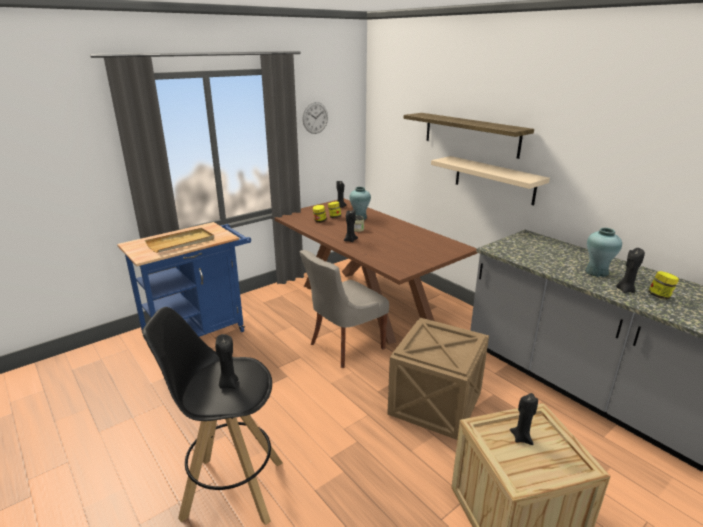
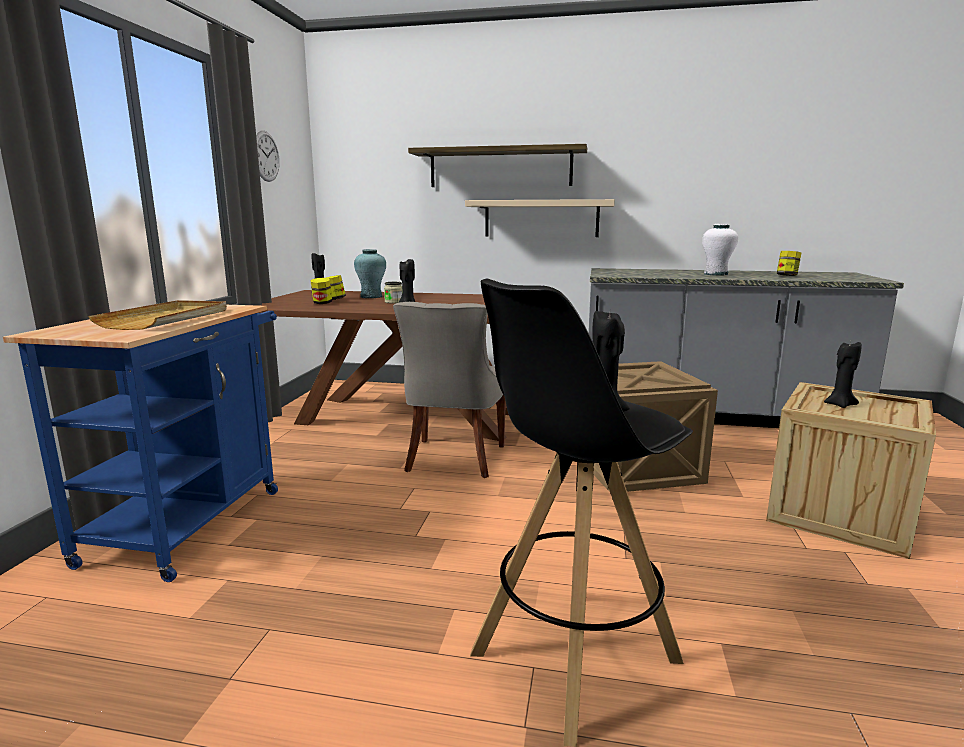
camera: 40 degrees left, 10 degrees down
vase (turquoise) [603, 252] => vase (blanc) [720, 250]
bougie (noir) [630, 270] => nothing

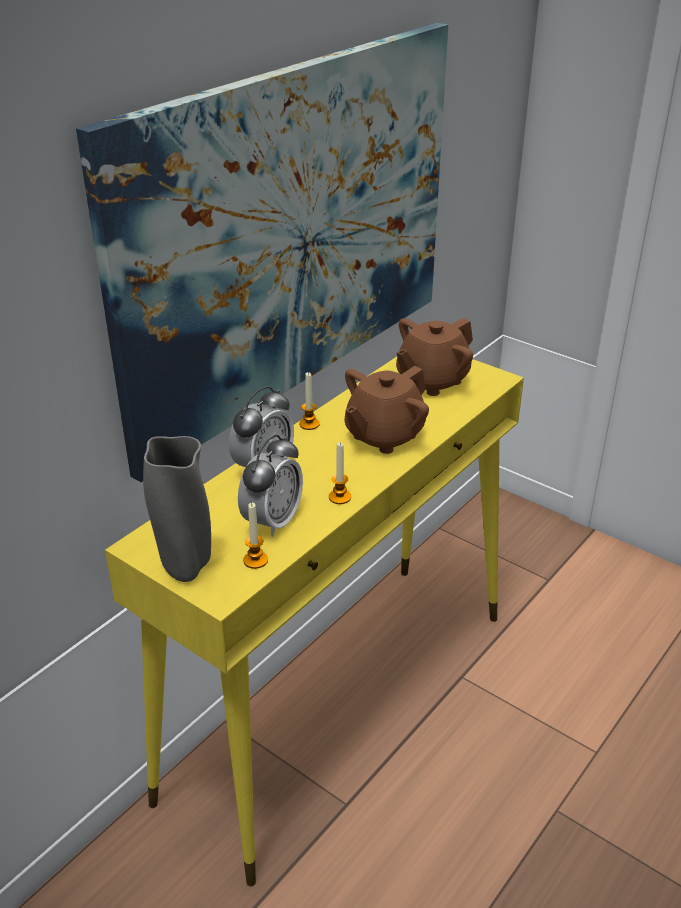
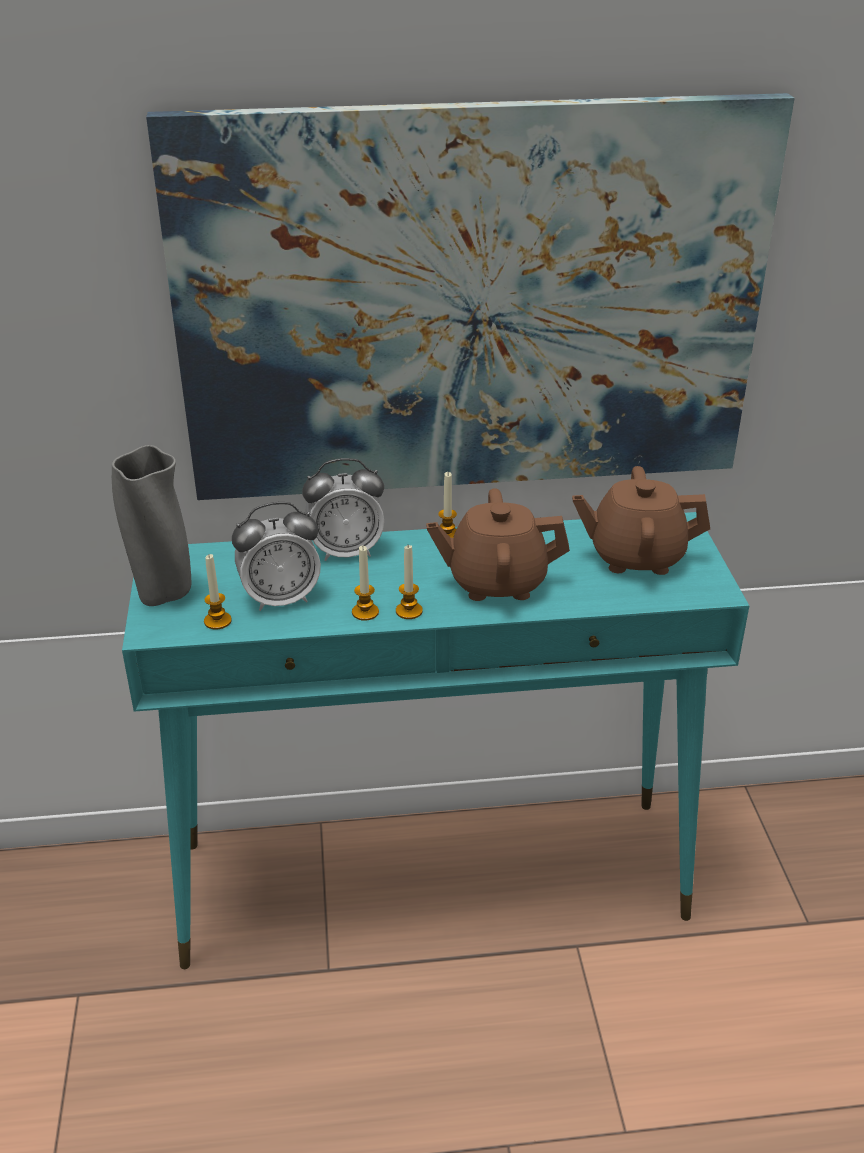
camera: 45 degrees right, 0 degrees up
table console (jaune) [314, 621] => table console (turquoise) [435, 740]
nothing => bougie [409, 582]

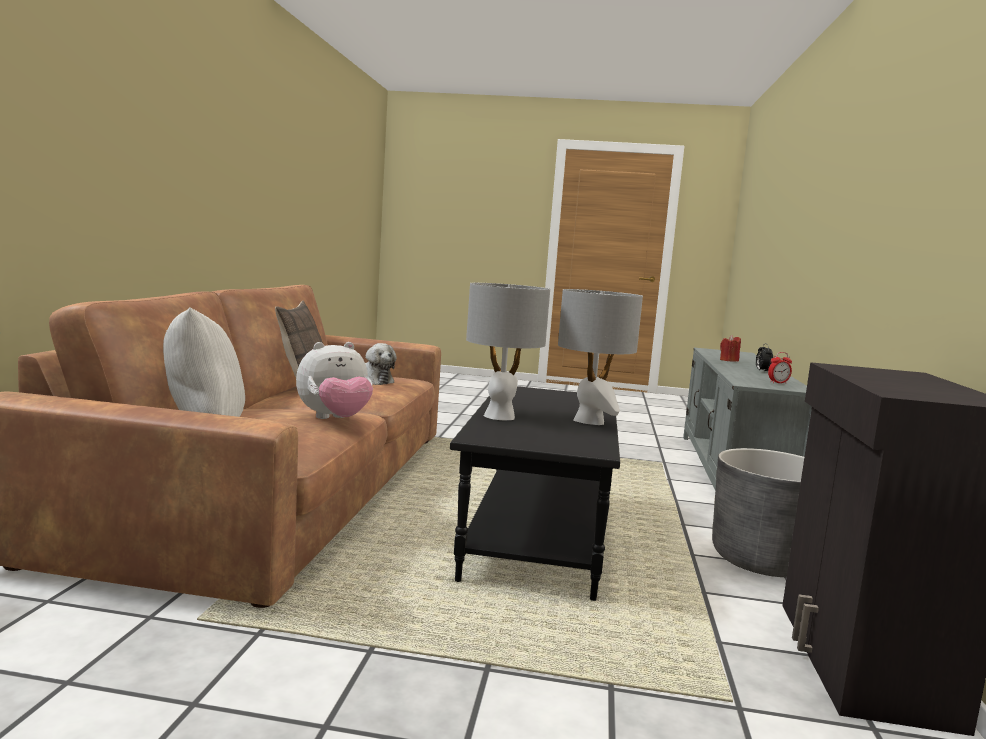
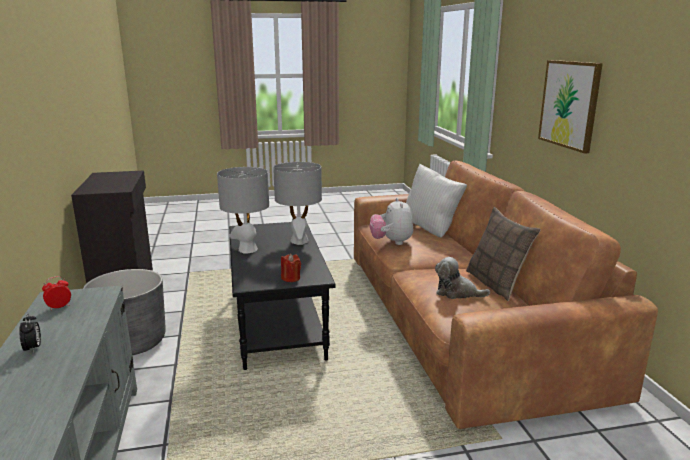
camera: 160 degrees right, 10 degrees up
bougie (rouge) [730, 348] => bougie (rouge) [291, 268], moved
peluche [334, 380] => peluche [391, 221], 45 degrees counterclockwise
nothing => tableau [570, 107]

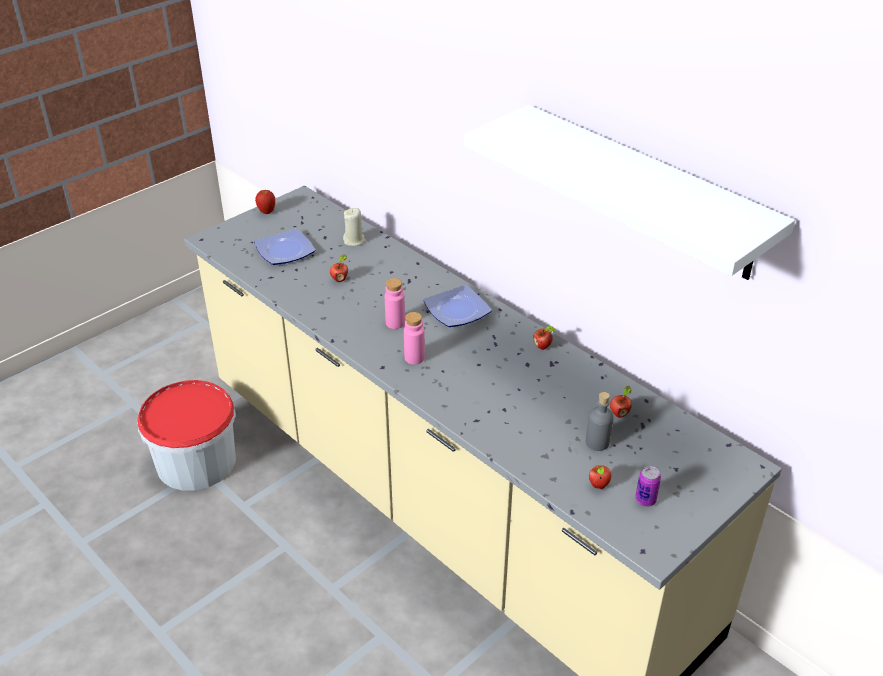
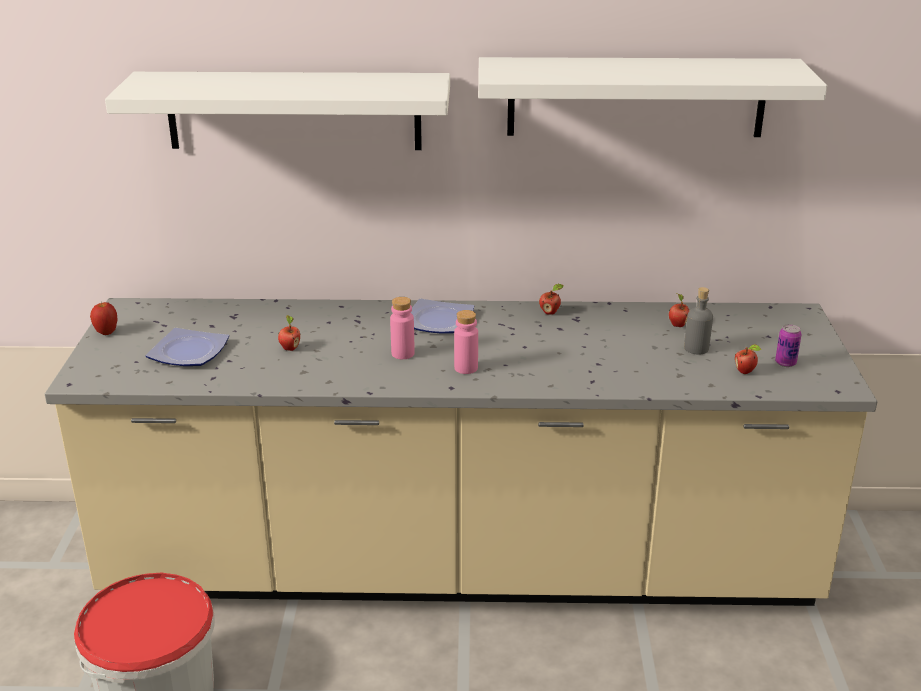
camera: 45 degrees left, 10 degrees down
nothing => étagère (blanc) [277, 111]
bougie (beige) [354, 227] => nothing

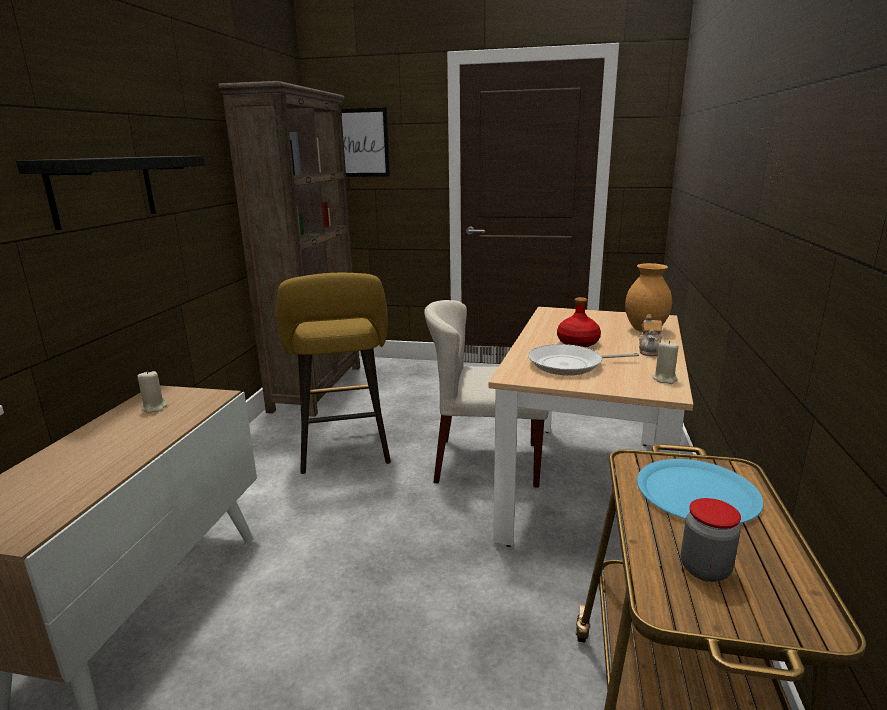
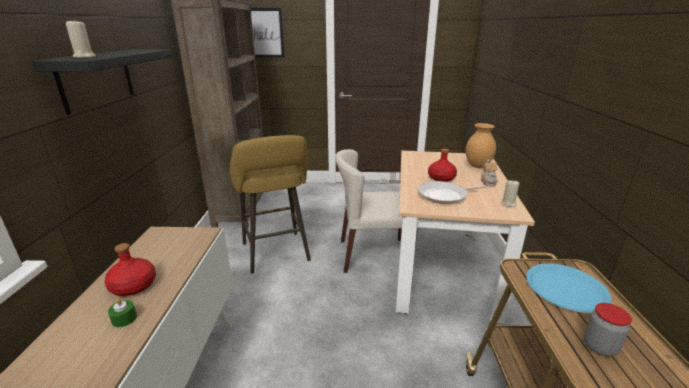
camera: 10 degrees left, 5 degrees up
bougie (beige) [152, 391] => bougie (beige) [81, 38], moved
nothing => bouteille (rouge) [130, 269]
nothing => bougie (vert) [122, 312]

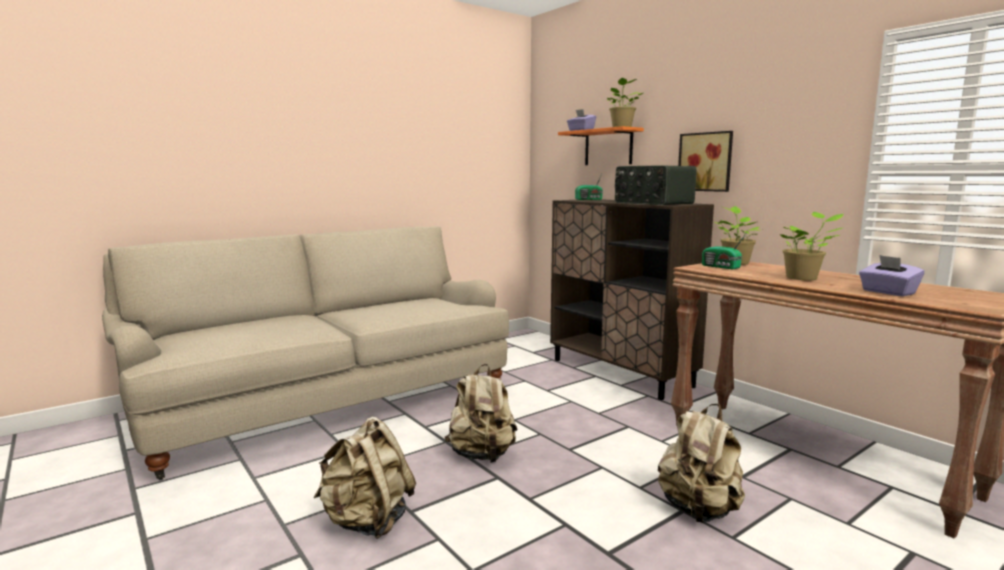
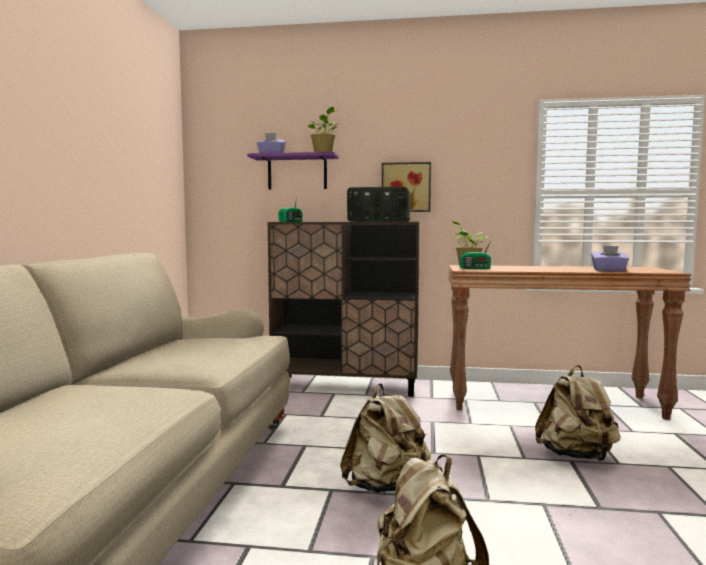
camera: 45 degrees left, 5 degrees down
étagère (orange) [601, 145] => étagère (violet) [293, 171]
plante en pot [812, 246] => nothing

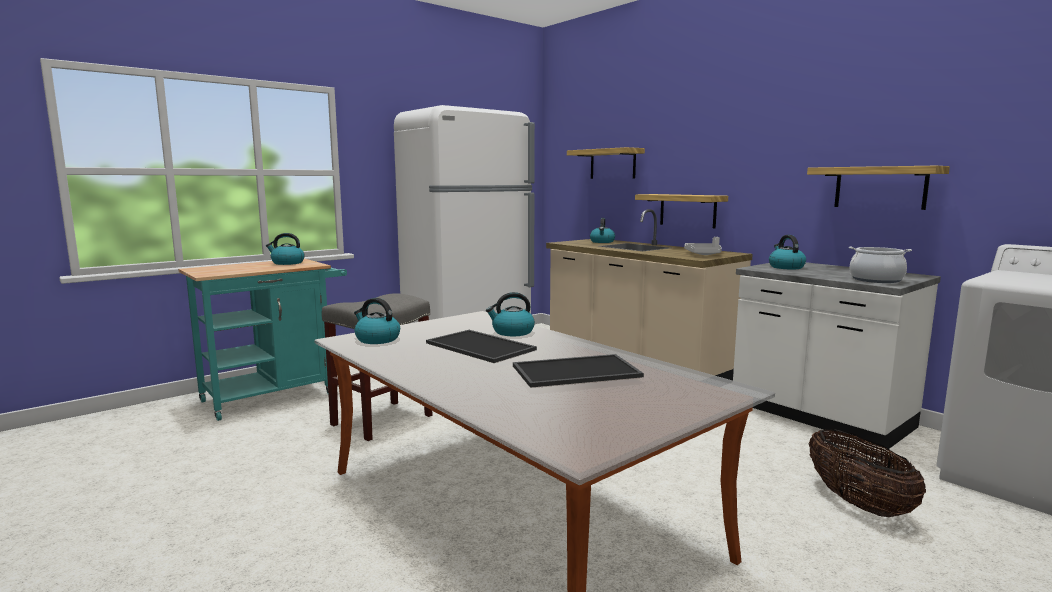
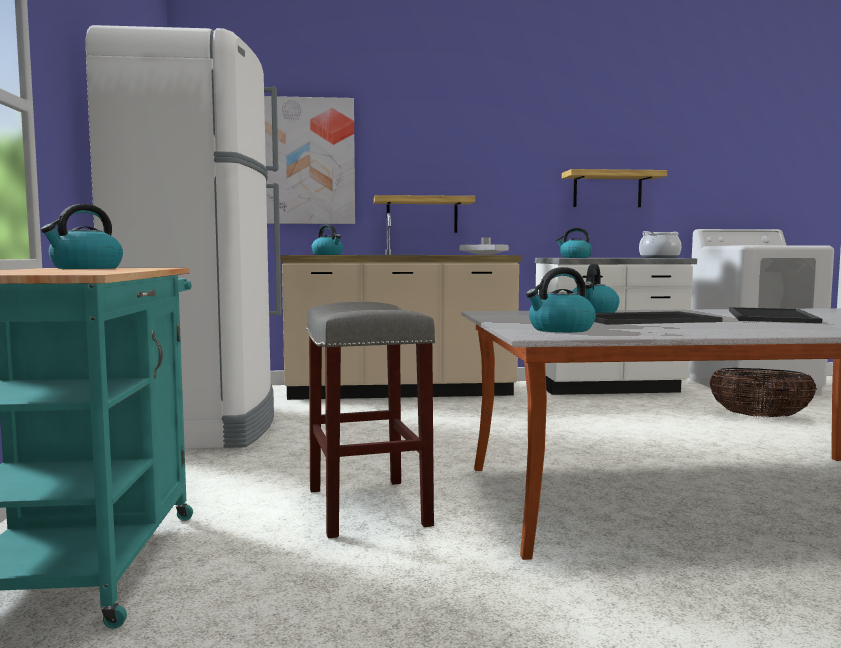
camera: 55 degrees left, 5 degrees down
étagère [606, 163] => tableau [309, 160]

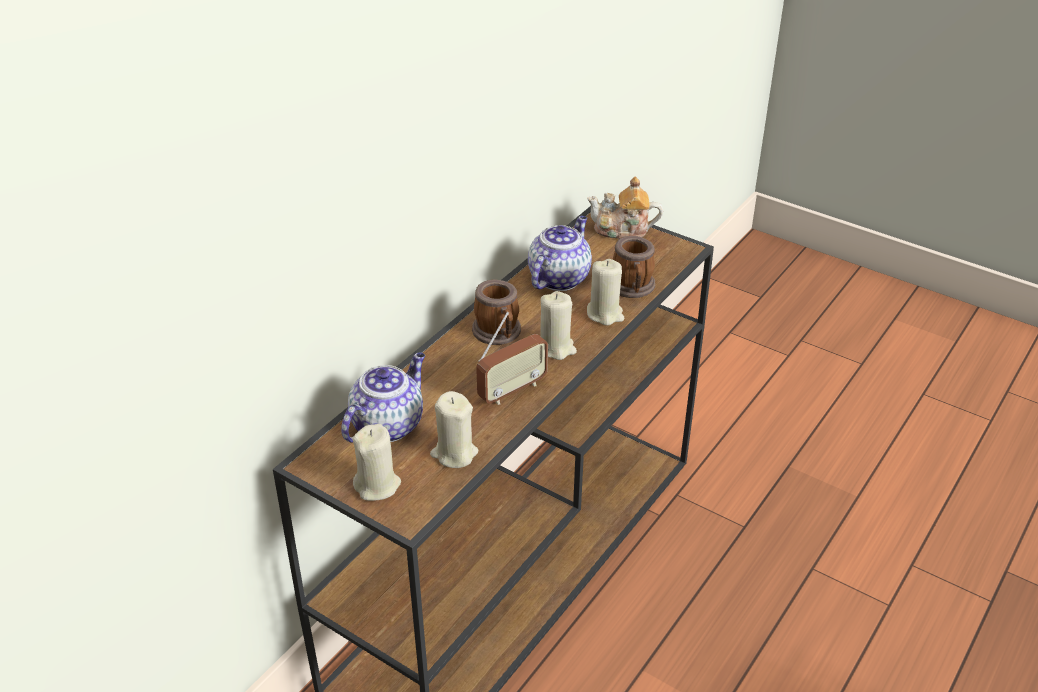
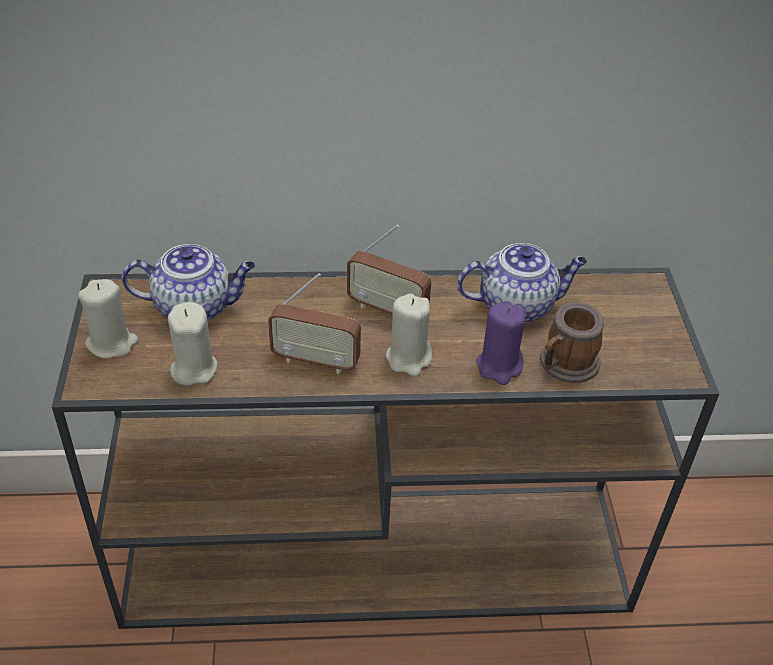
camera: 50 degrees right, 5 degrees up
mug [496, 312] => radio [389, 270]
bougie (beige) [605, 292] => bougie (violet) [500, 343]
théière [625, 208] => nothing

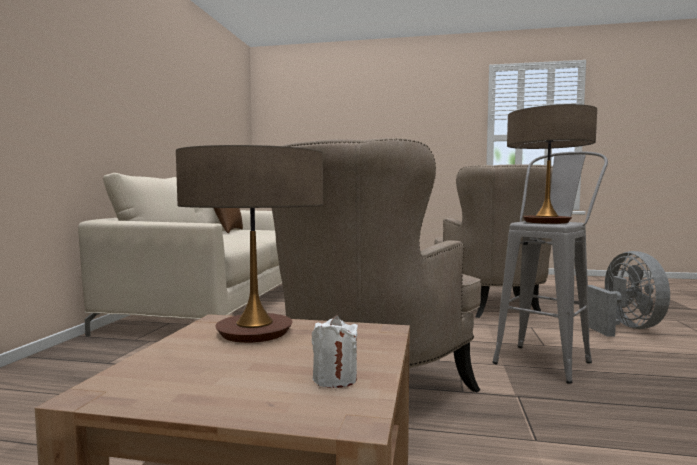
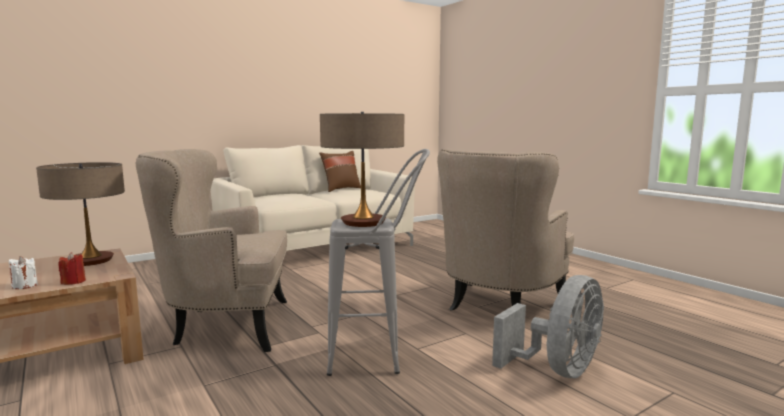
camera: 45 degrees right, 5 degrees up
nothing => bougie (rouge) [72, 268]

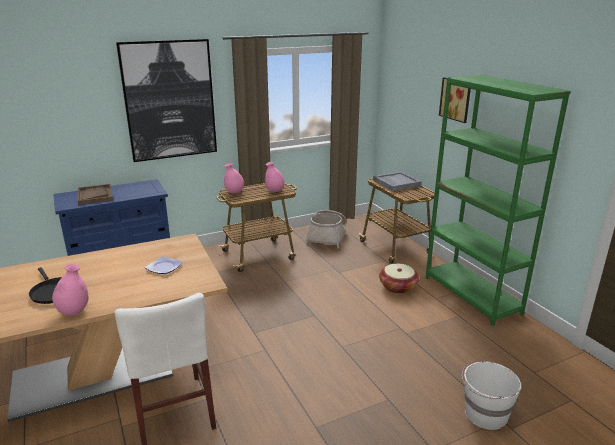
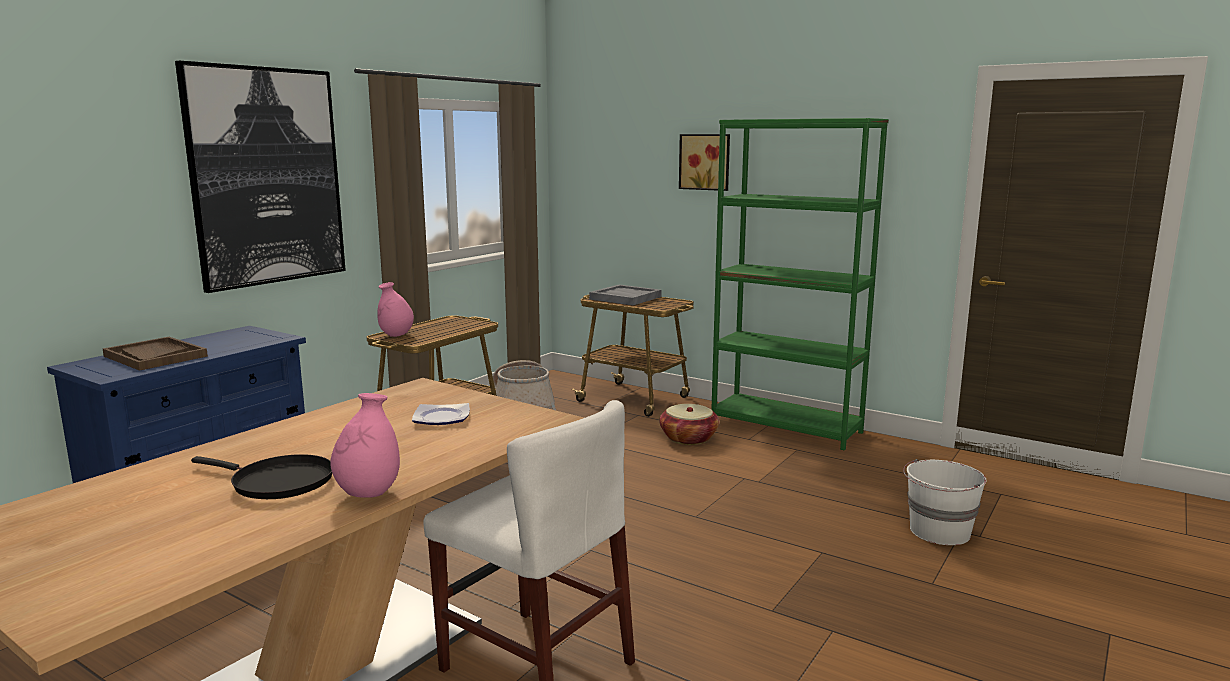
camera: 30 degrees left, 10 degrees down
vase (rose) [275, 177] => nothing

